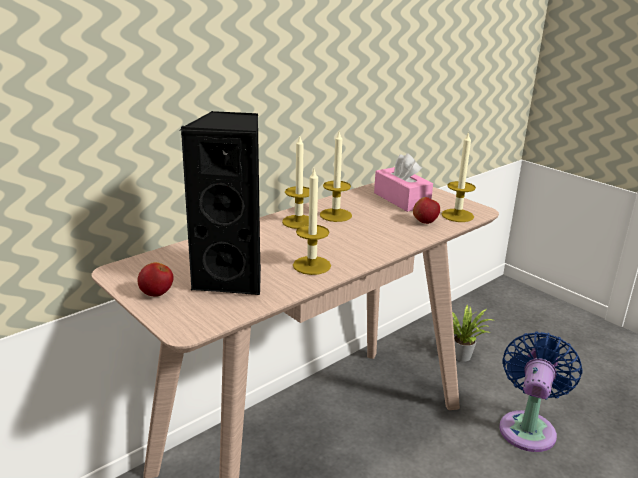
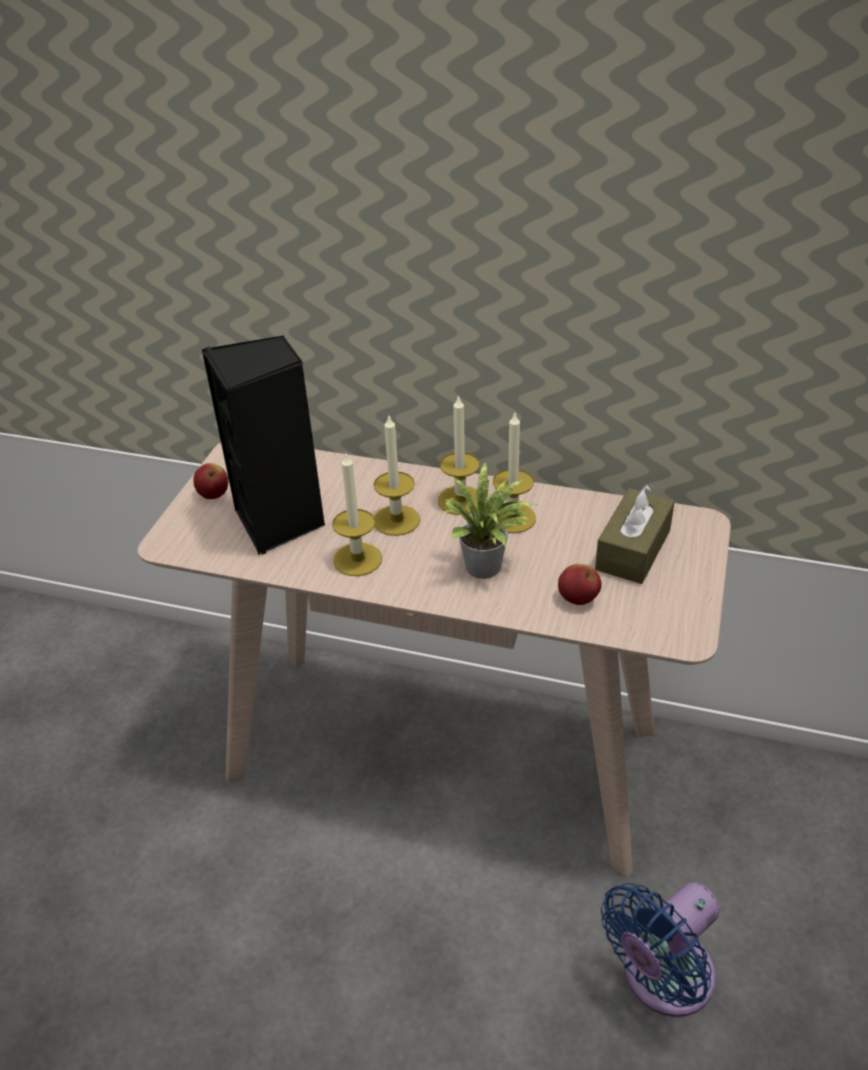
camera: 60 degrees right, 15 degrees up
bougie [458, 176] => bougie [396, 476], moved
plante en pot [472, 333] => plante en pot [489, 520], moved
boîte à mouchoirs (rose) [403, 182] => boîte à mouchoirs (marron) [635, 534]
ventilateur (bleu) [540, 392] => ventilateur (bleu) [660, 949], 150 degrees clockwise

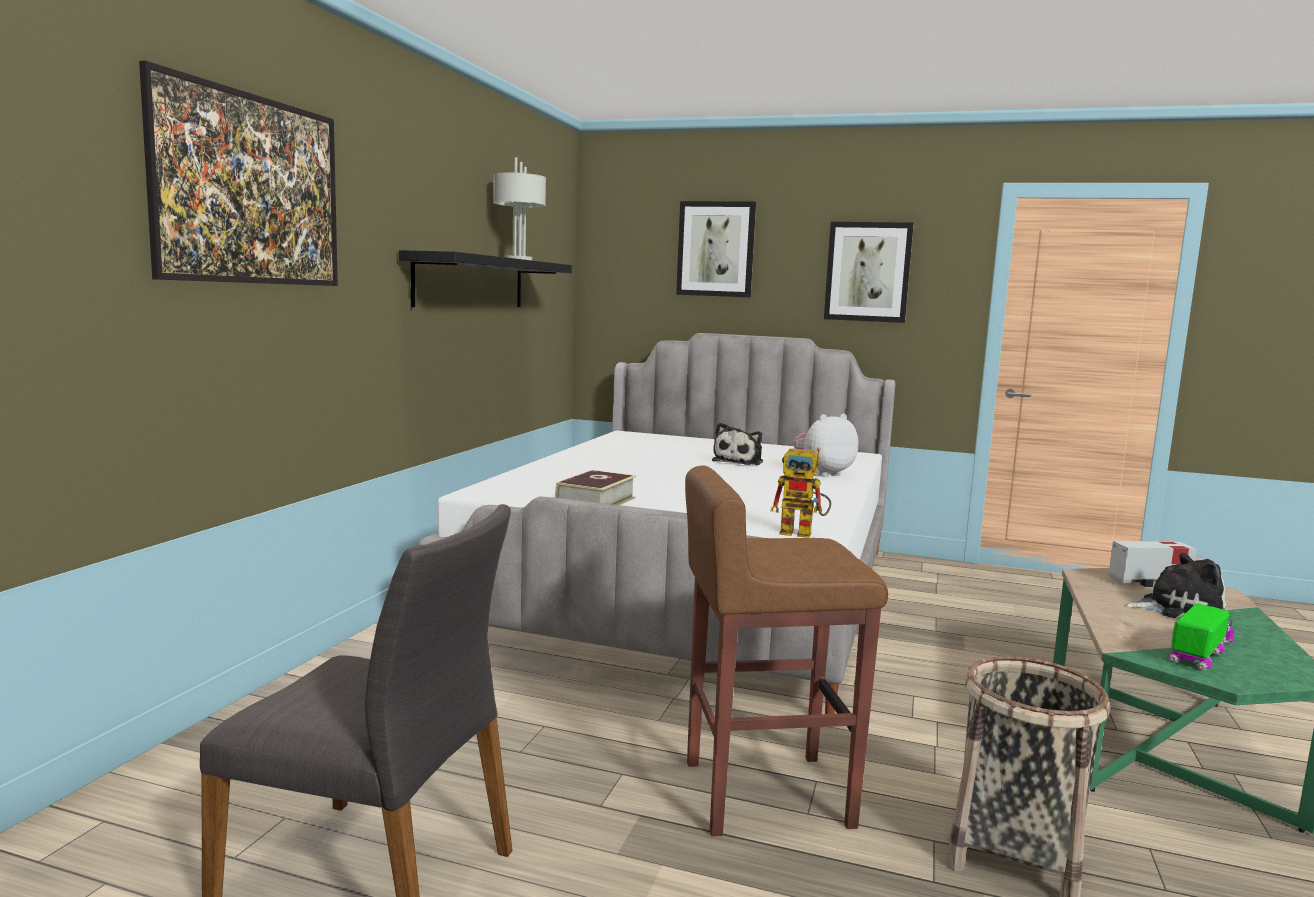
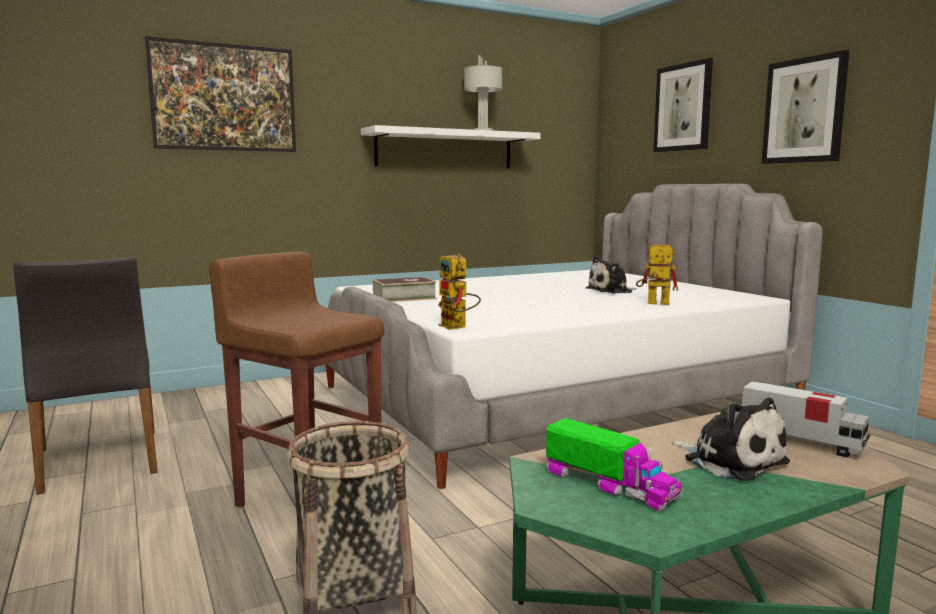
camera: 45 degrees right, 0 degrees up
étagère (noir) [485, 278] => étagère (blanc) [451, 147]
camion jouet [1201, 636] => camion jouet [614, 464], 45 degrees clockwise
peluche [825, 445] => robot jouet [657, 273]

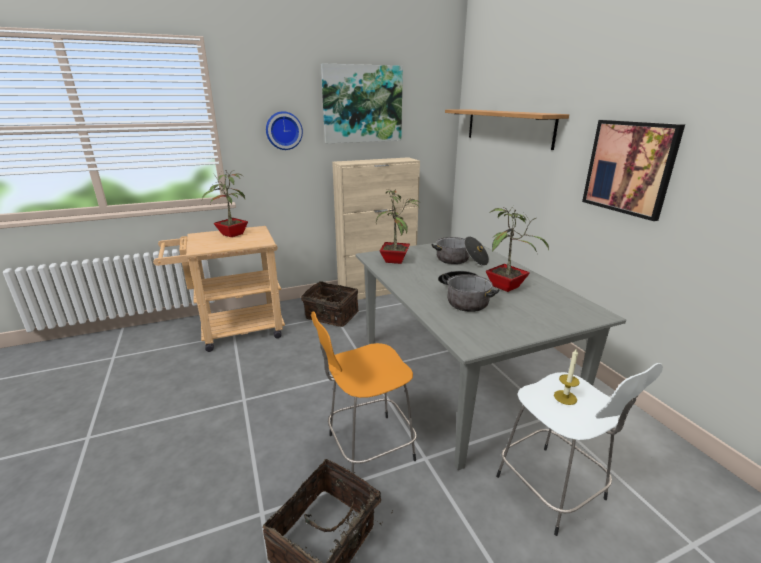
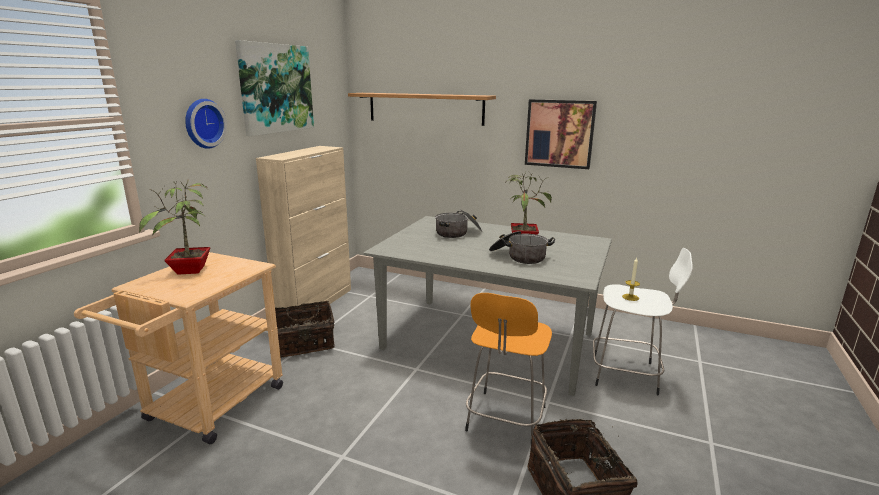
camera: 45 degrees left, 5 degrees down
plante en pot [398, 226] => nothing

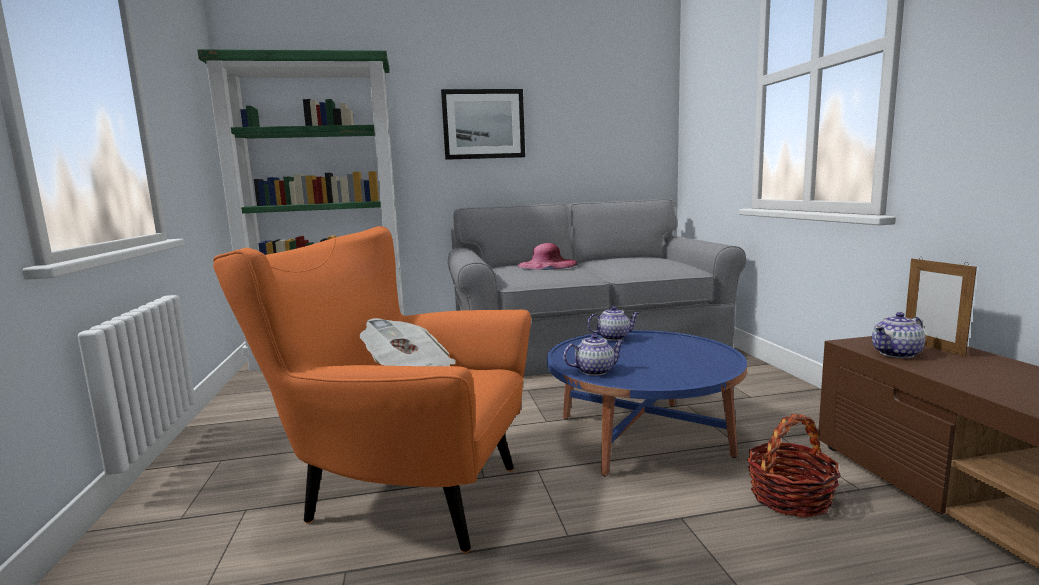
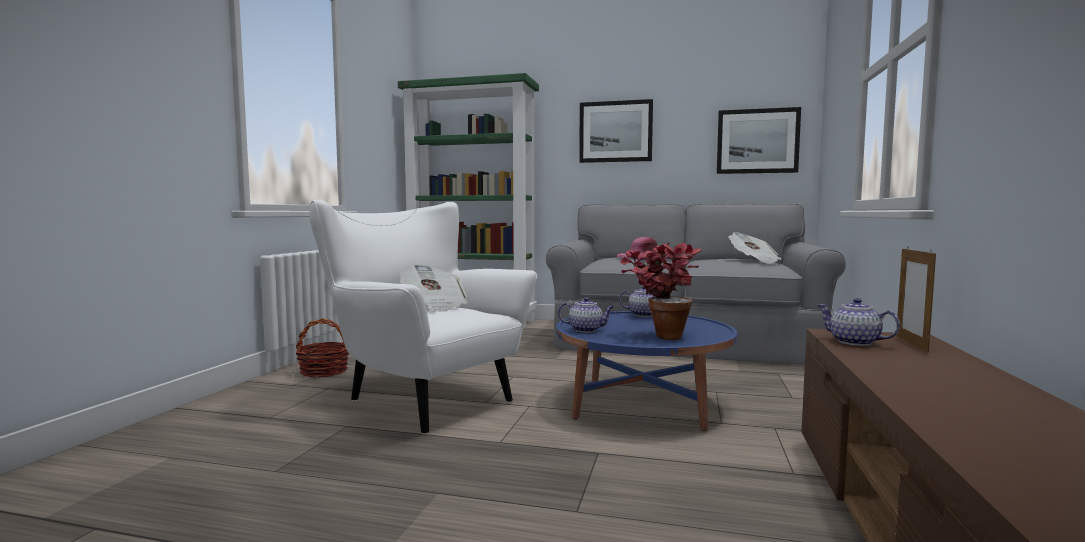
camera: 25 degrees right, 5 degrees down
panier [794, 465] => panier [322, 348], moved
fauteuil (orange) [372, 389] => fauteuil (blanc) [423, 317]
nothing => plante en pot [661, 291]
nothing => tableau [759, 140]
nothing => journal [754, 248]
théière [898, 335] => théière [858, 322], 45 degrees clockwise

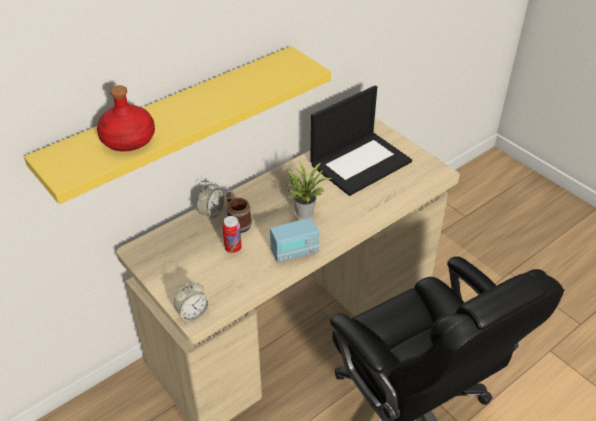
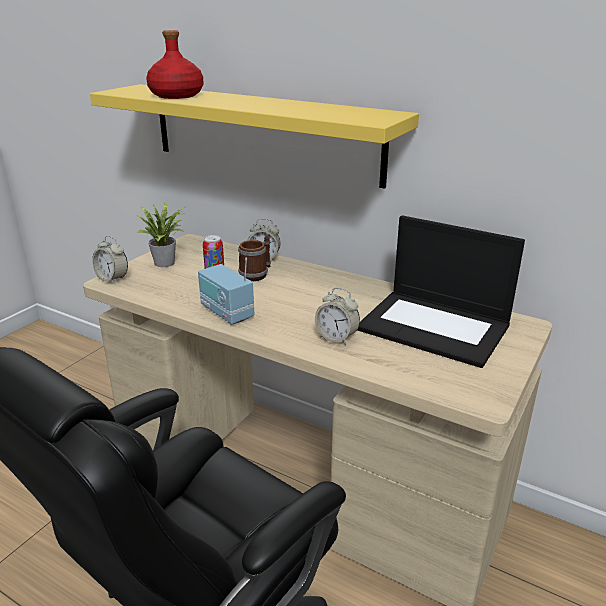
camera: 70 degrees right, 15 degrees down
plante en pot [309, 189] => plante en pot [162, 235], moved
nothing => réveil [337, 316]

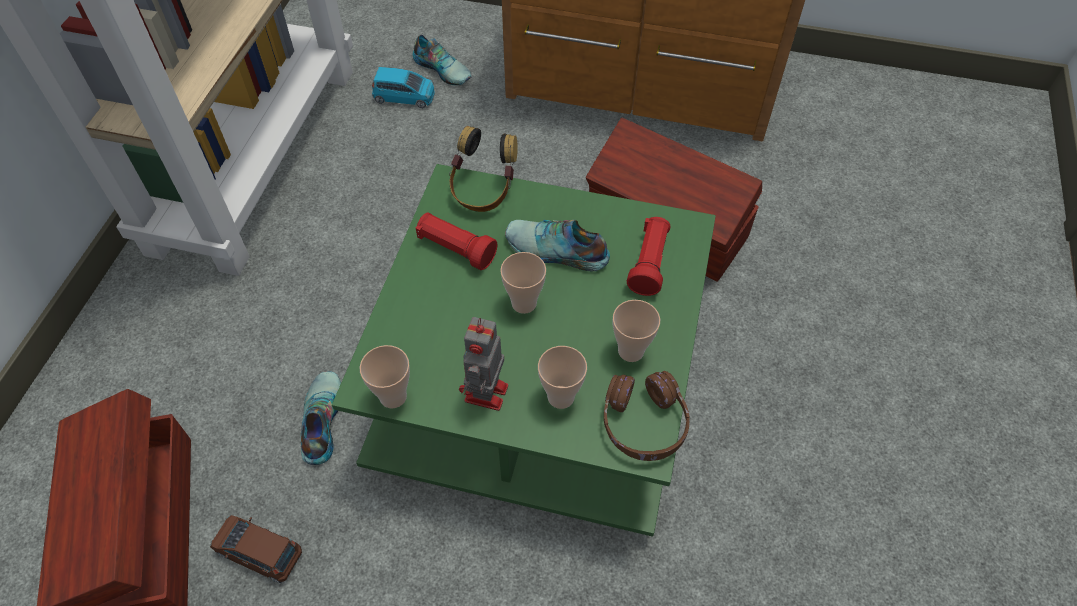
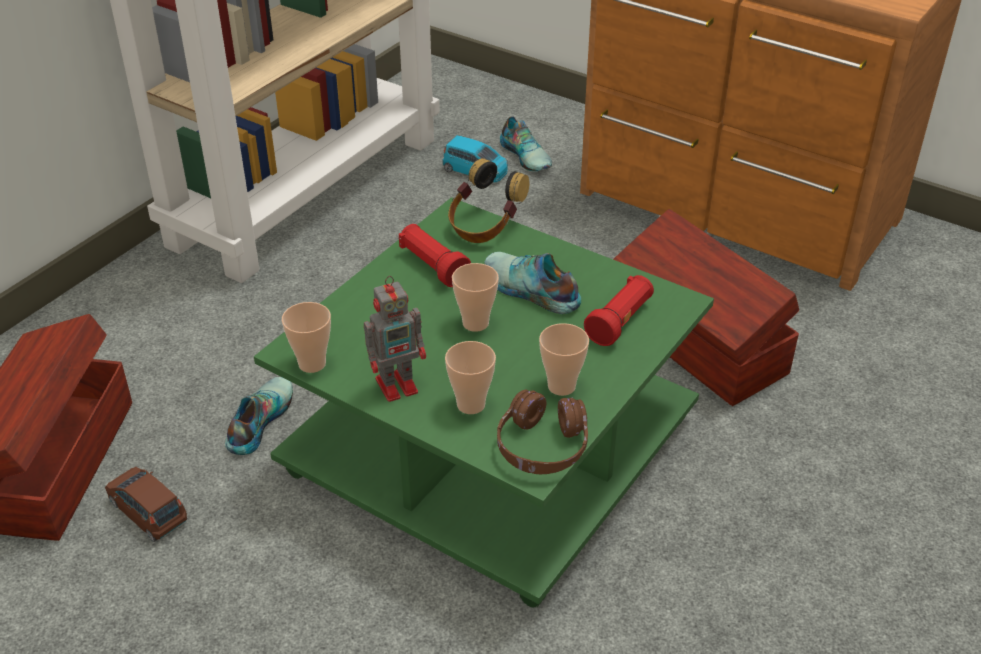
camera: 20 degrees right, 15 degrees down
robot jouet [483, 364] => robot jouet [395, 339], 150 degrees counterclockwise

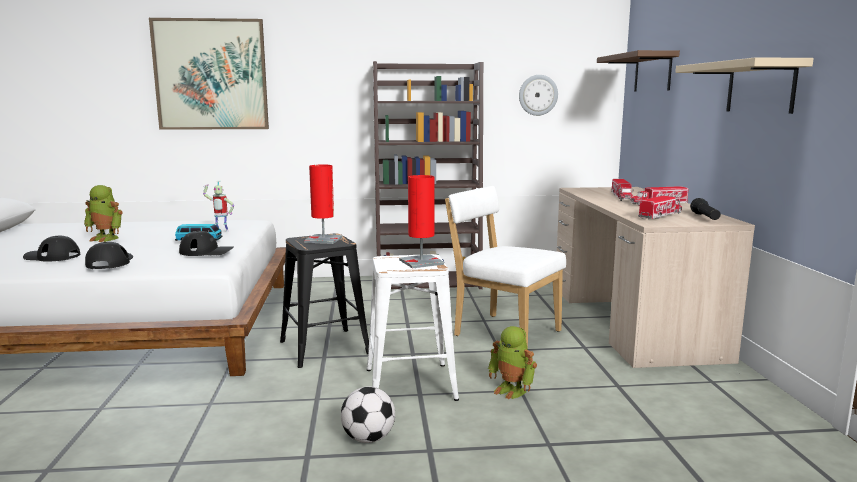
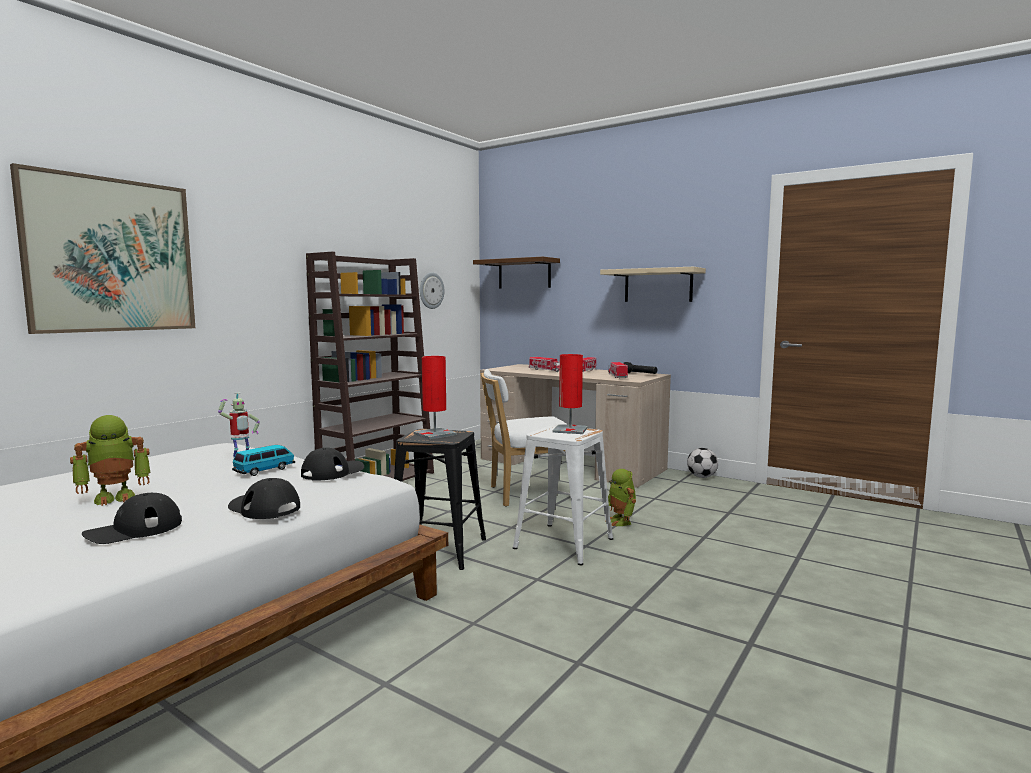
camera: 50 degrees left, 5 degrees down
robot jouet [512, 362] => robot jouet [620, 497], 75 degrees clockwise
ballon de foot [368, 414] => ballon de foot [702, 463], moved

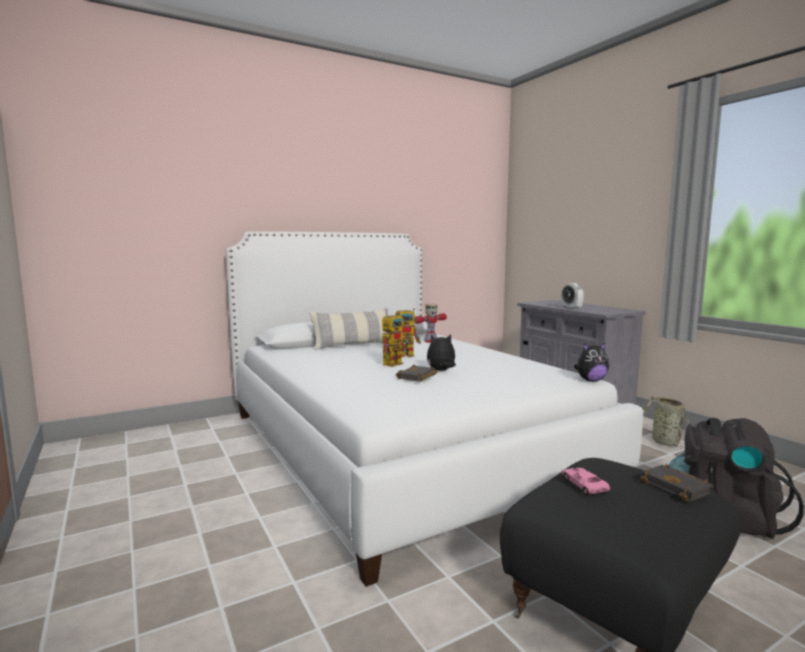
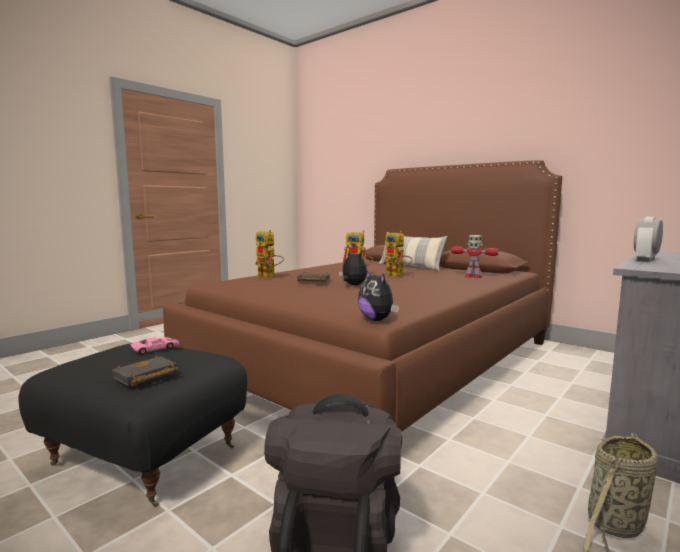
camera: 70 degrees right, 0 degrees up
lit (blanc) [434, 409] => lit (marron) [362, 296]
nothing => robot jouet [269, 254]

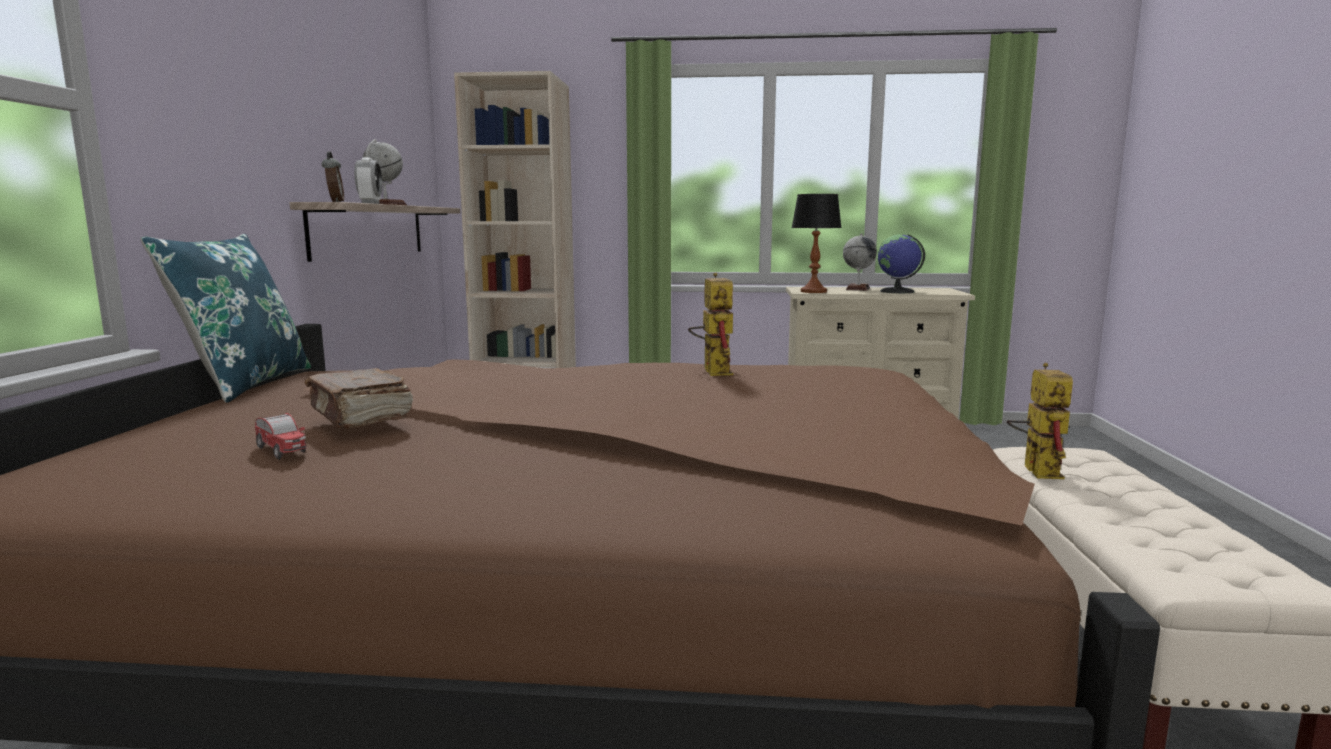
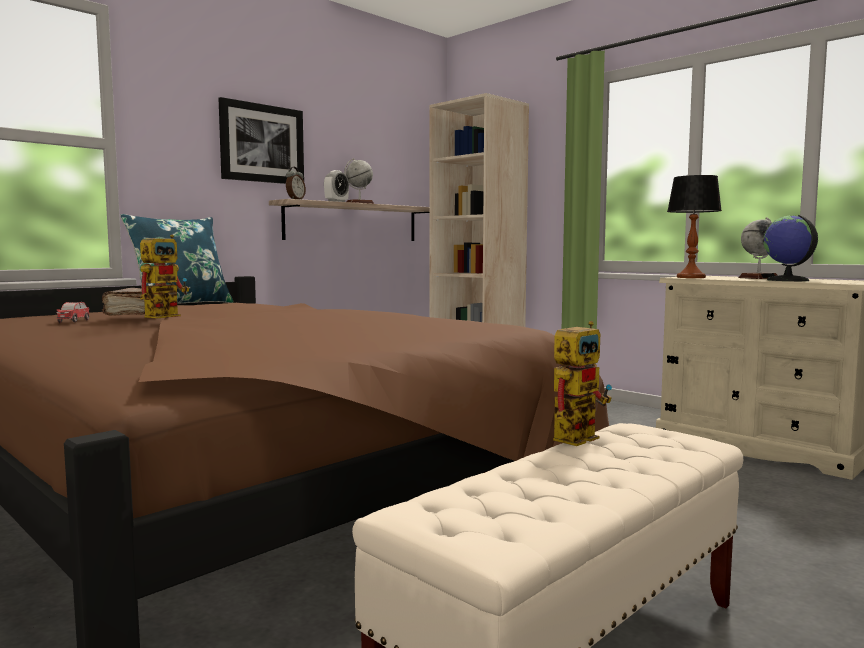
camera: 40 degrees right, 5 degrees down
robot jouet [711, 324] => robot jouet [164, 276], moved
nothing => tableau [261, 140]

